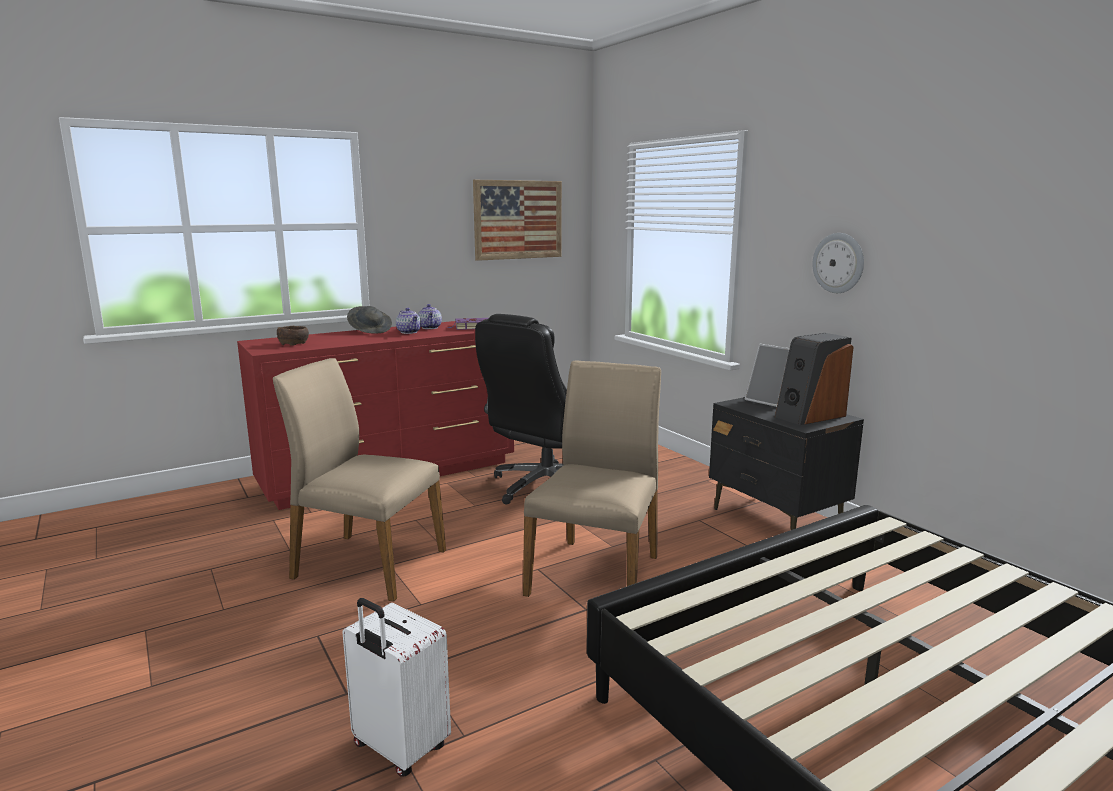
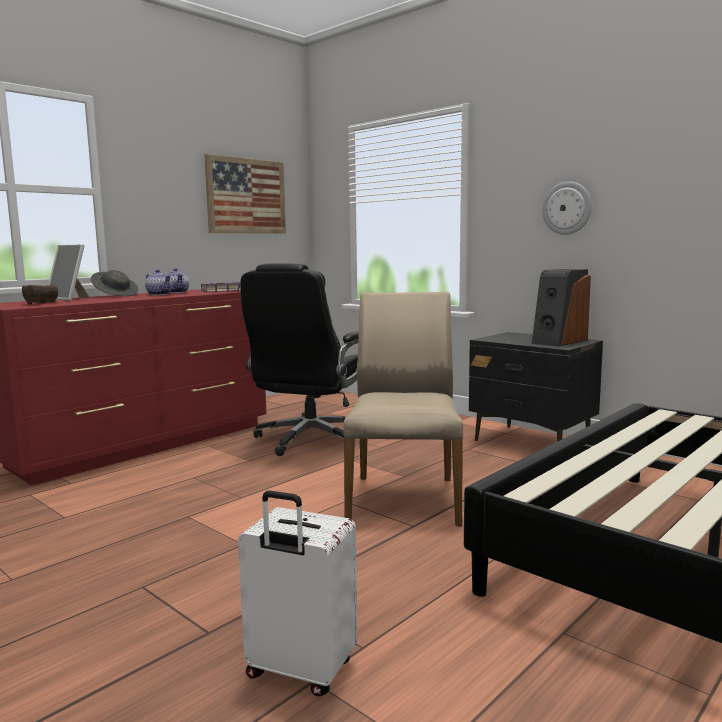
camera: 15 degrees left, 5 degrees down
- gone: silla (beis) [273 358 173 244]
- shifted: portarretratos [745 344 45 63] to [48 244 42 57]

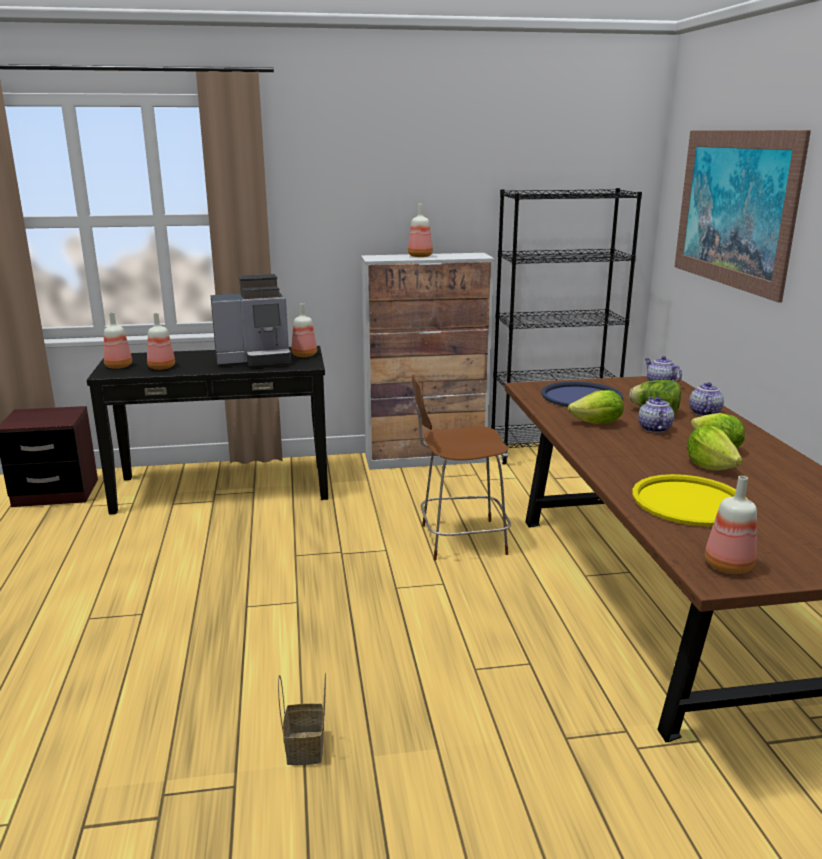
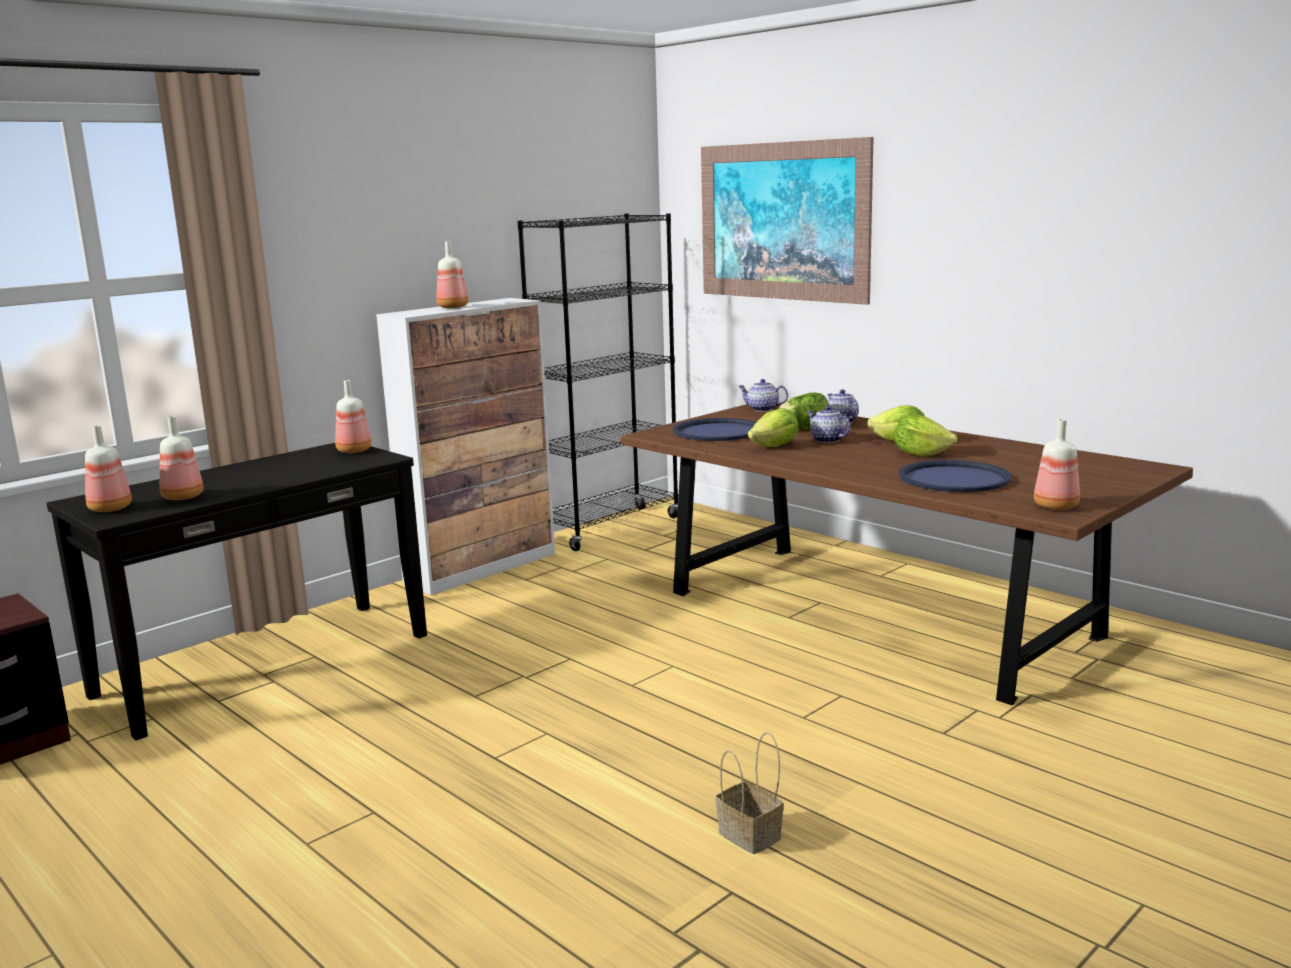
camera: 35 degrees left, 5 degrees down
- gone: cafetera [210 274 81 94]
- gone: silla (marrón) [412 374 99 186]
- repainted: bandeja (amarillo) [632 474 115 52] to bandeja (azul) [898 460 113 32]

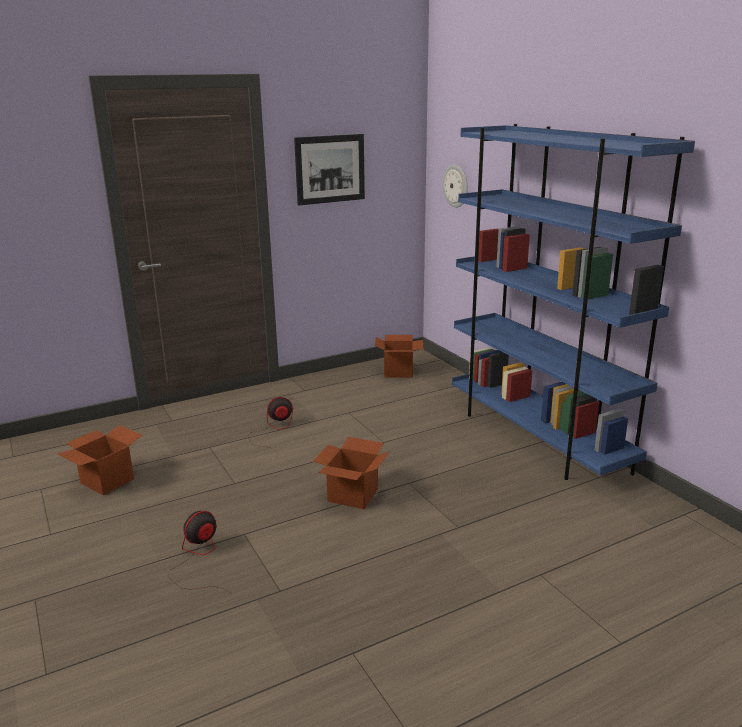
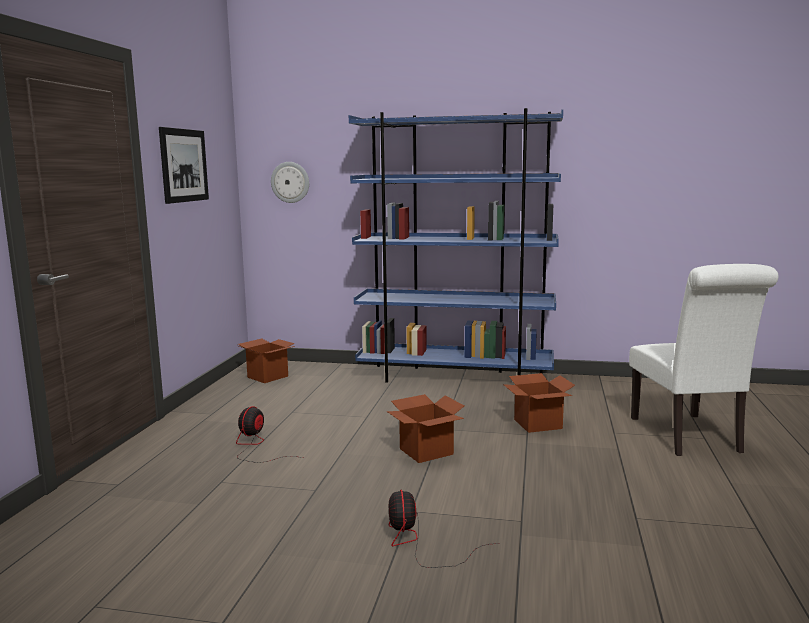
camera: 50 degrees left, 10 degrees down
- shifted: caja de cartón [58 425 84 70] to [503 373 72 60]
- new: silla (blanco) [629 264 149 192]

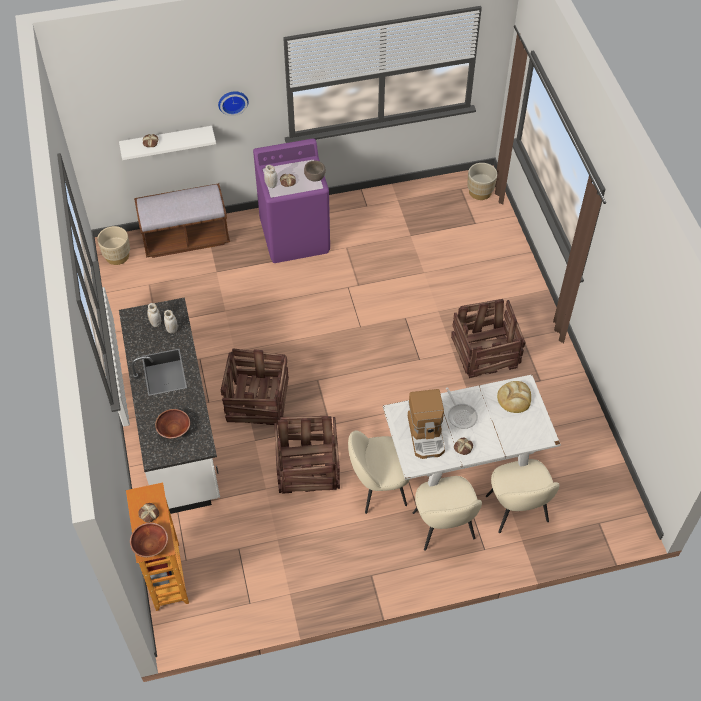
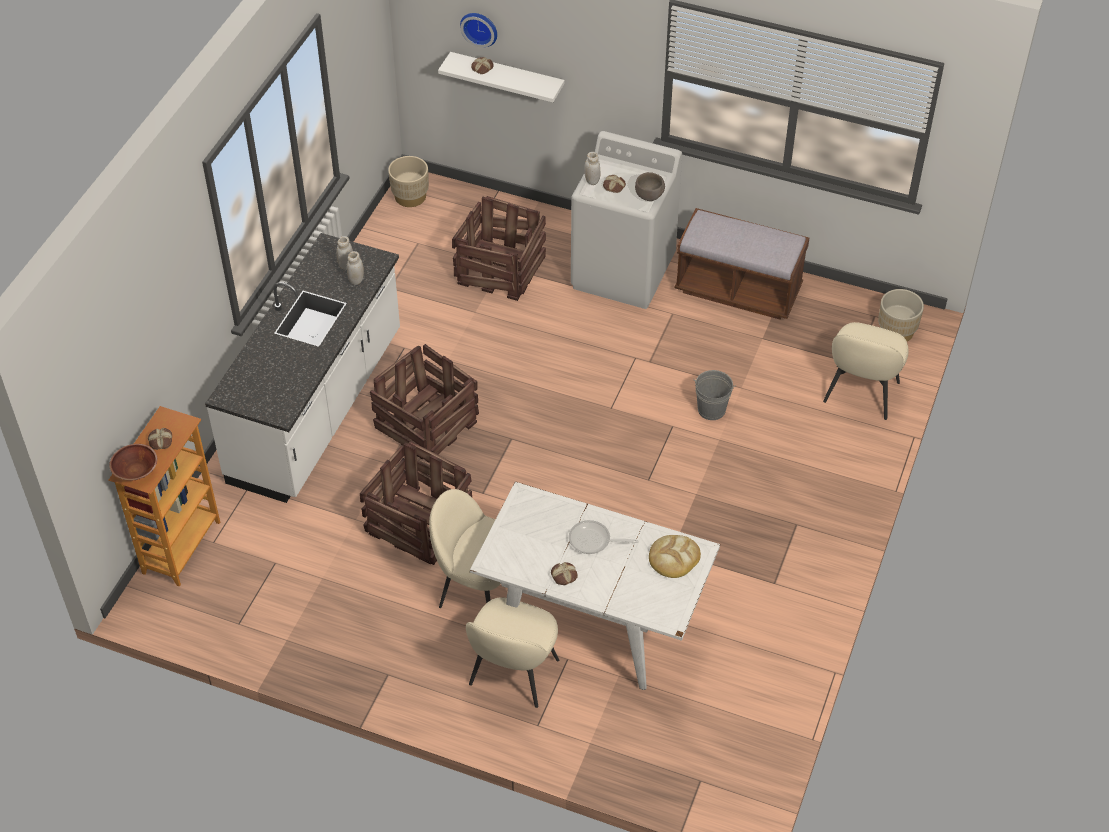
camera: 35 degrees right, 5 degrees down
- shifted: banco (marrón) [134 183 96 75] to [675 208 134 112]
- gone: cuenco (marrón) [155 409 35 29]
- shifted: reloj de pared [218 91 30 25] to [460 13 37 35]
- repainted: lavadora (morado) [253 139 77 124] to lavadora (blanco) [571 131 111 178]
- gone: cafetera [408 389 37 70]
- rotated: sartén [446 387 32 42] = [569 520 70 34] 90 degrees clockwise
- shifted: caja de embalaje [451 299 75 79] to [452 196 94 105]
- shifted: silla (beis) [486 459 74 74] to [823 322 86 98]
- new: cubo (gris) [693 370 43 50]

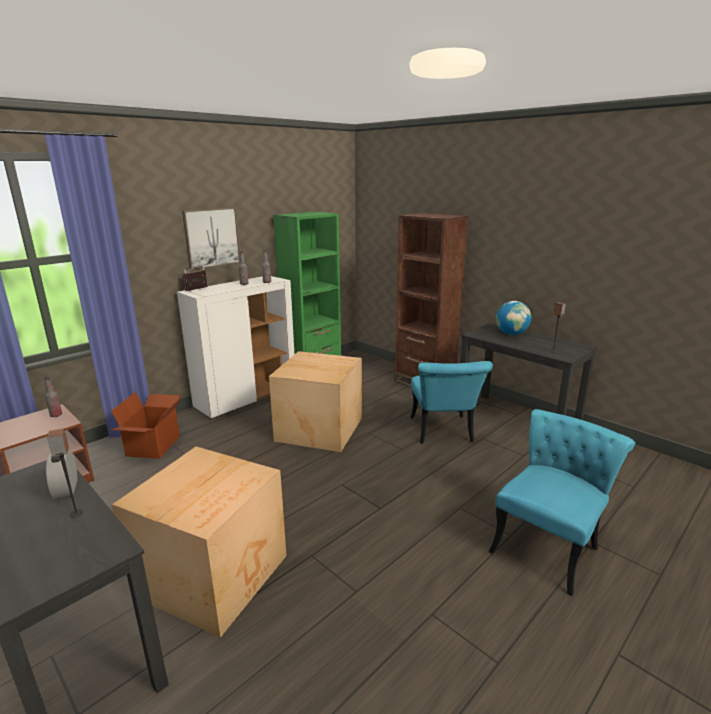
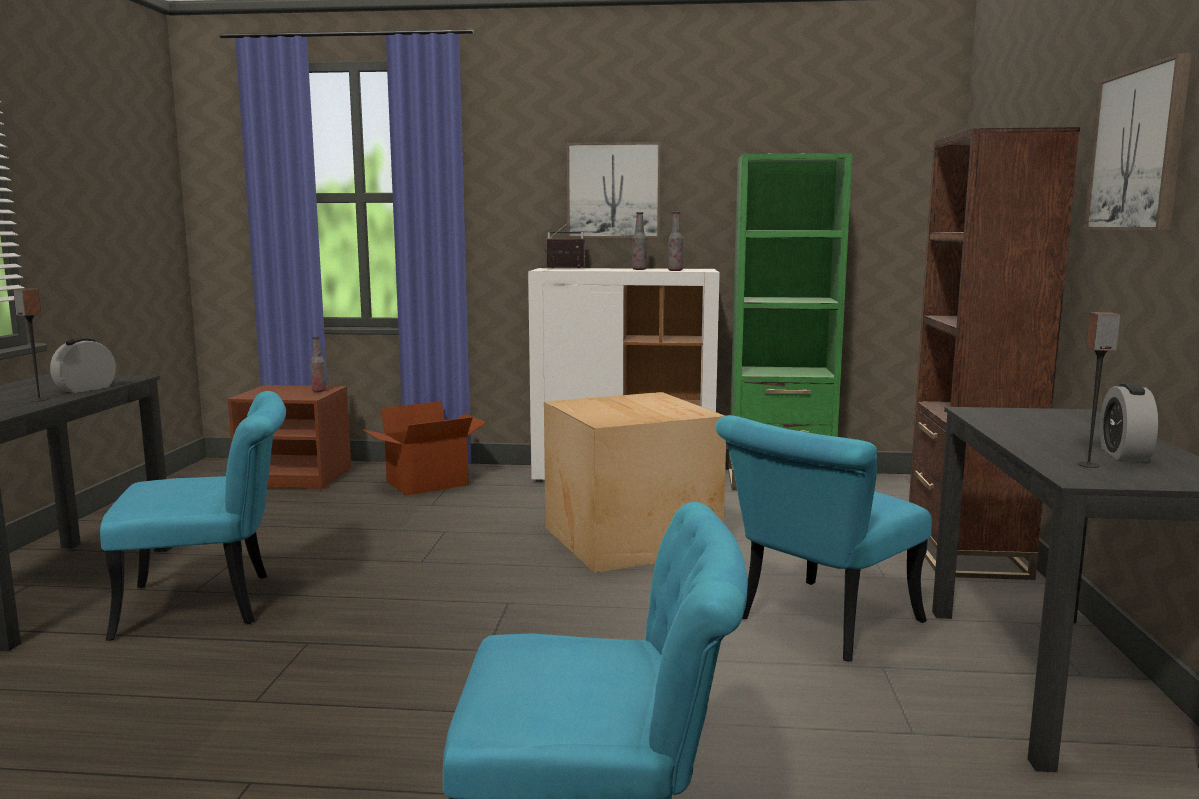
camera: 50 degrees right, 10 degrees down
- swapped: caja de cartón [112 447 175 191] to silla (turquesa) [100 391 186 250]
- gone: globo terráqueo [496 301 35 34]
- new: cuadro [1083 53 109 178]
- new: despertador [1100 383 58 79]

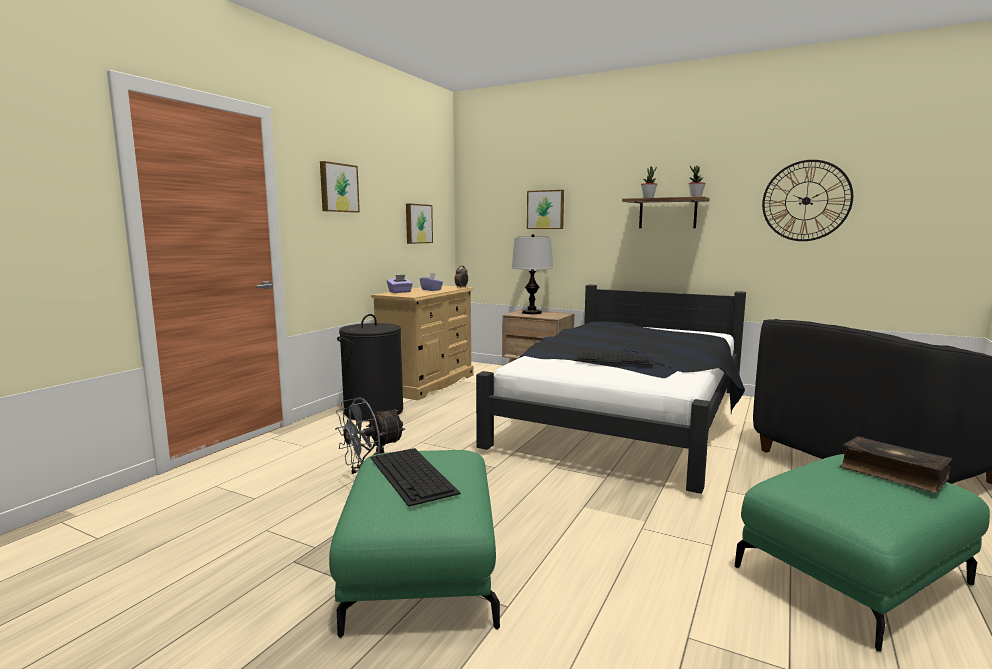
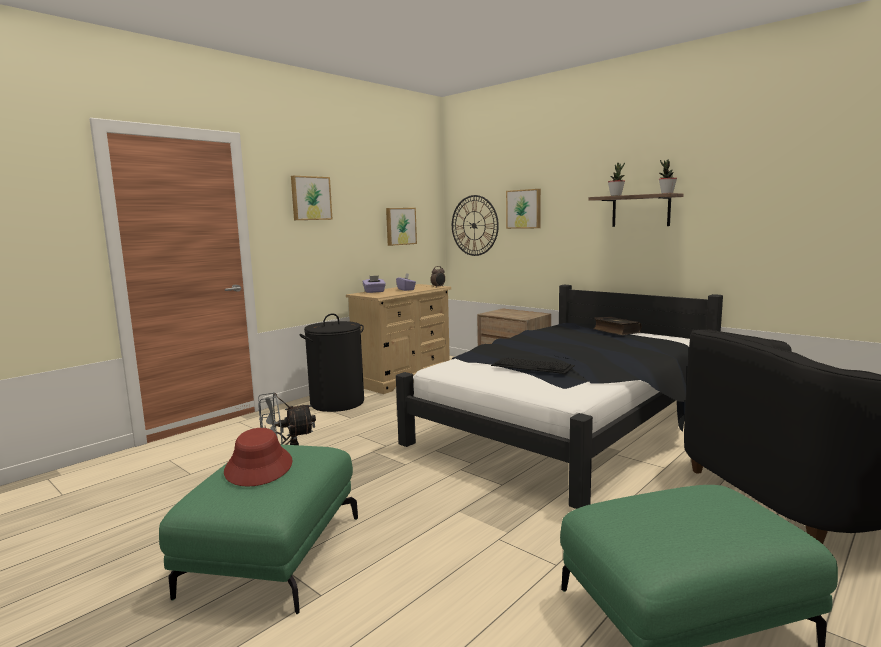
camera: 15 degrees right, 0 degrees up
- swapped: teclado [370 448 91 58] to sombrero (rojo) [224 428 68 59]
- gone: lámpara de mesa [512 234 41 80]
- shifted: reloj de pared [762 160 91 81] to [452 195 47 61]
- shifted: libro [840 436 112 57] to [594 317 47 18]

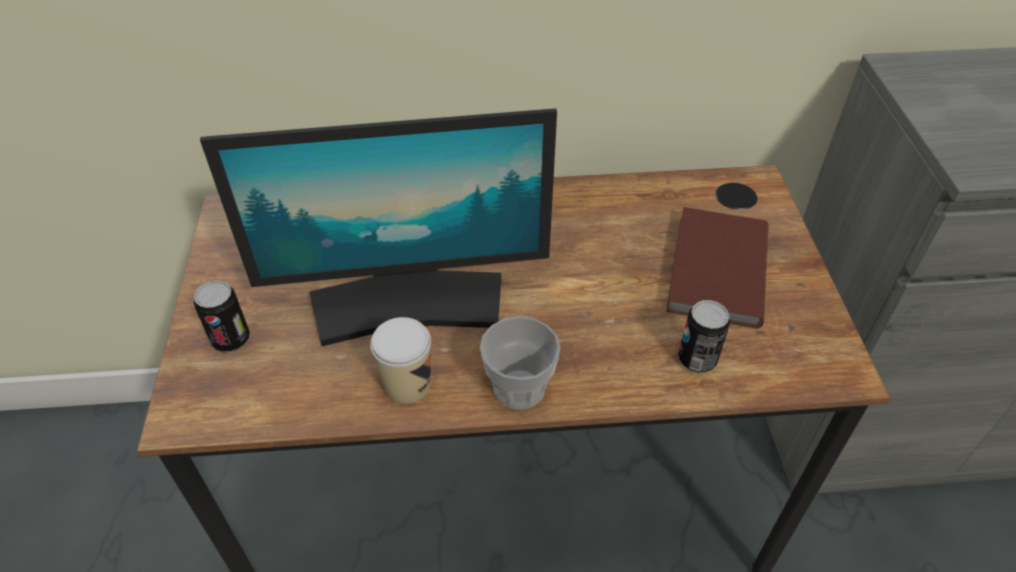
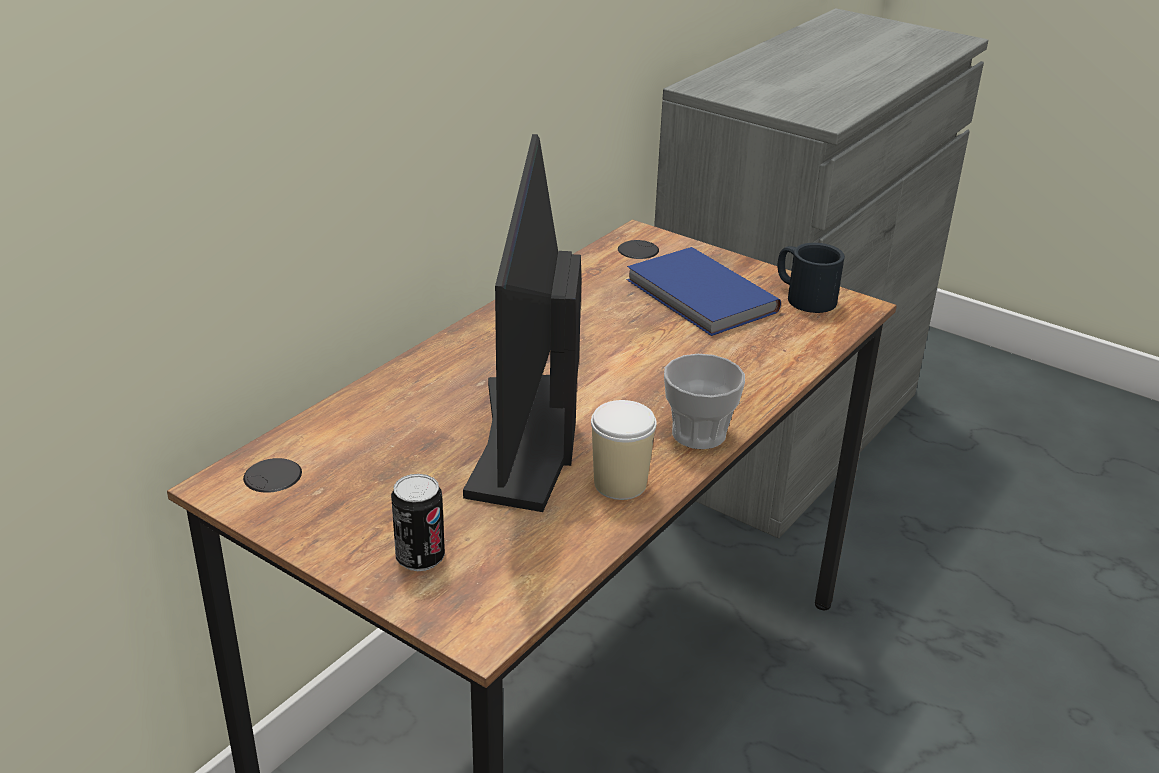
camera: 50 degrees left, 15 degrees down
- rotated: monitor [200 108 357 238] = [463 134 118 378] 150 degrees clockwise
- repainted: libro (marrón) [666 207 102 122] to libro (azul) [627 247 154 89]
- gone: lata [678 300 52 73]
- new: taza grande (negro) [778 243 67 70]

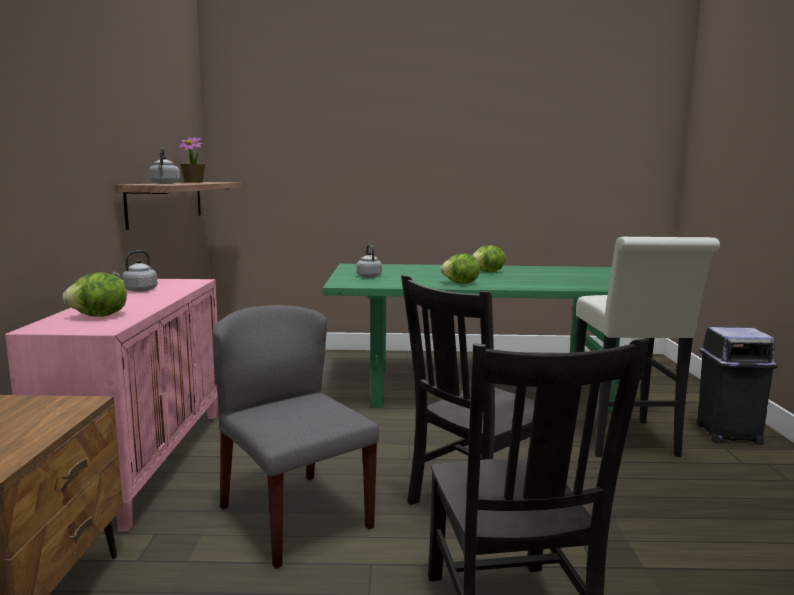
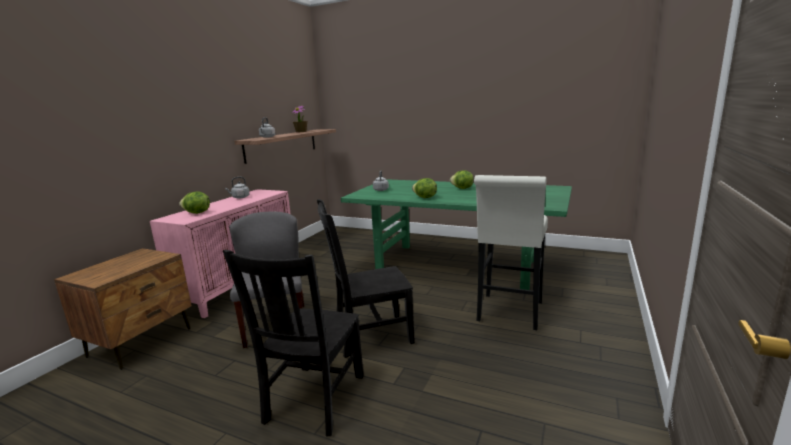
camera: 25 degrees right, 5 degrees up
- gone: papelera (negro) [696 327 81 118]

